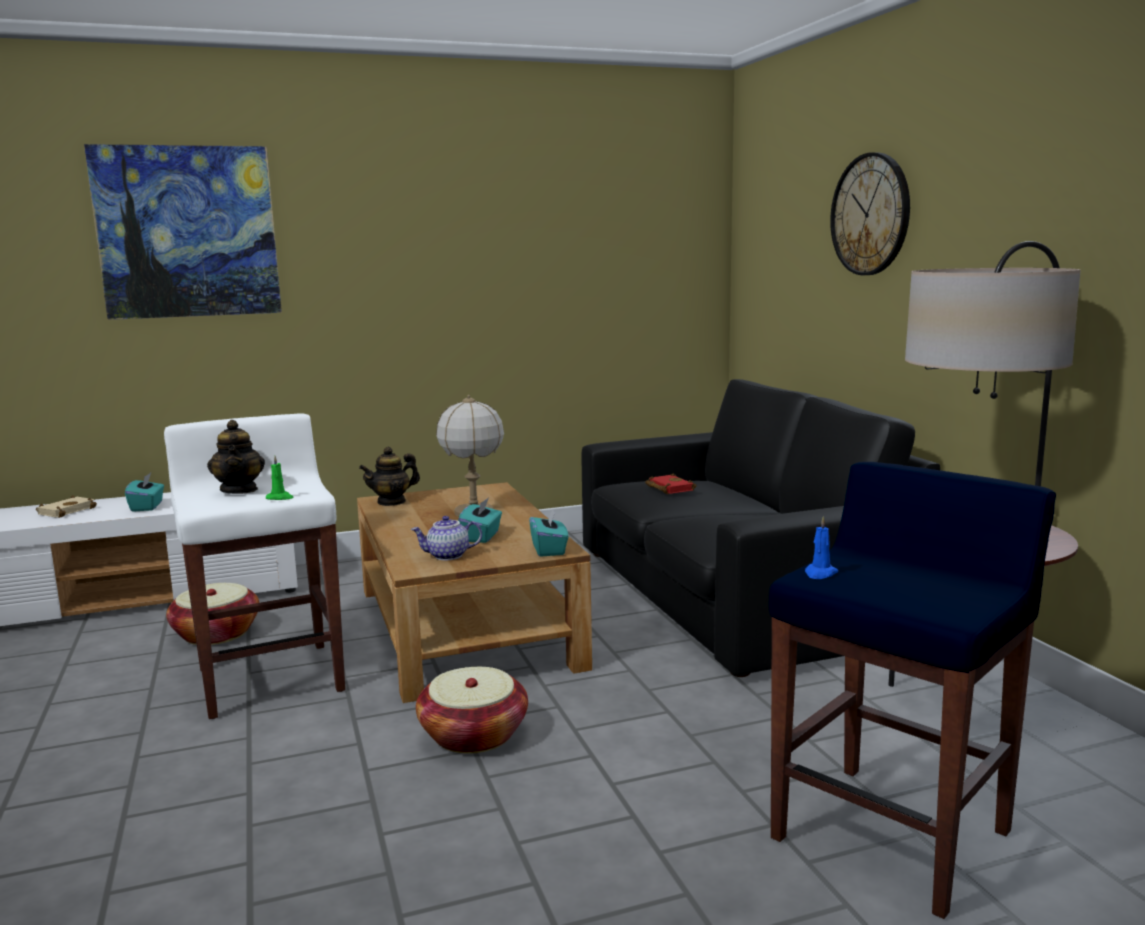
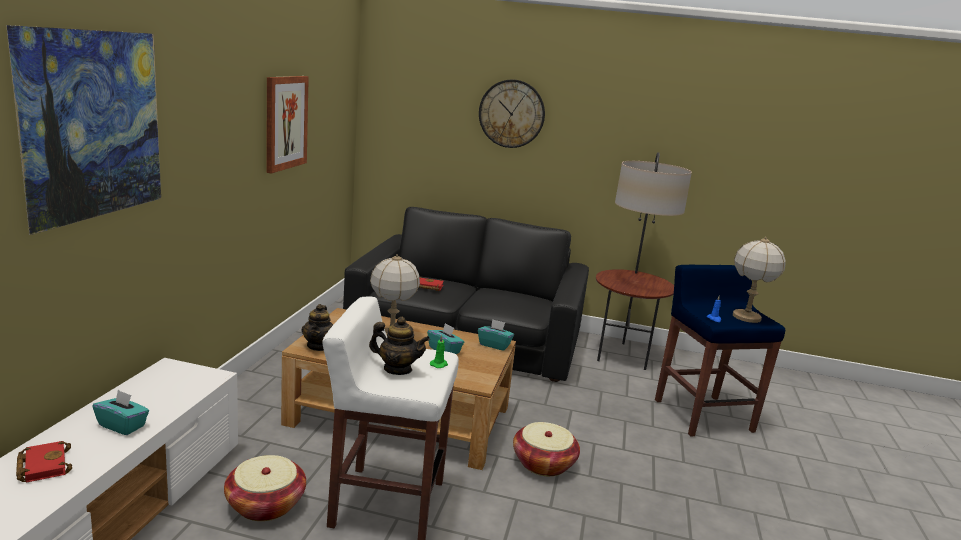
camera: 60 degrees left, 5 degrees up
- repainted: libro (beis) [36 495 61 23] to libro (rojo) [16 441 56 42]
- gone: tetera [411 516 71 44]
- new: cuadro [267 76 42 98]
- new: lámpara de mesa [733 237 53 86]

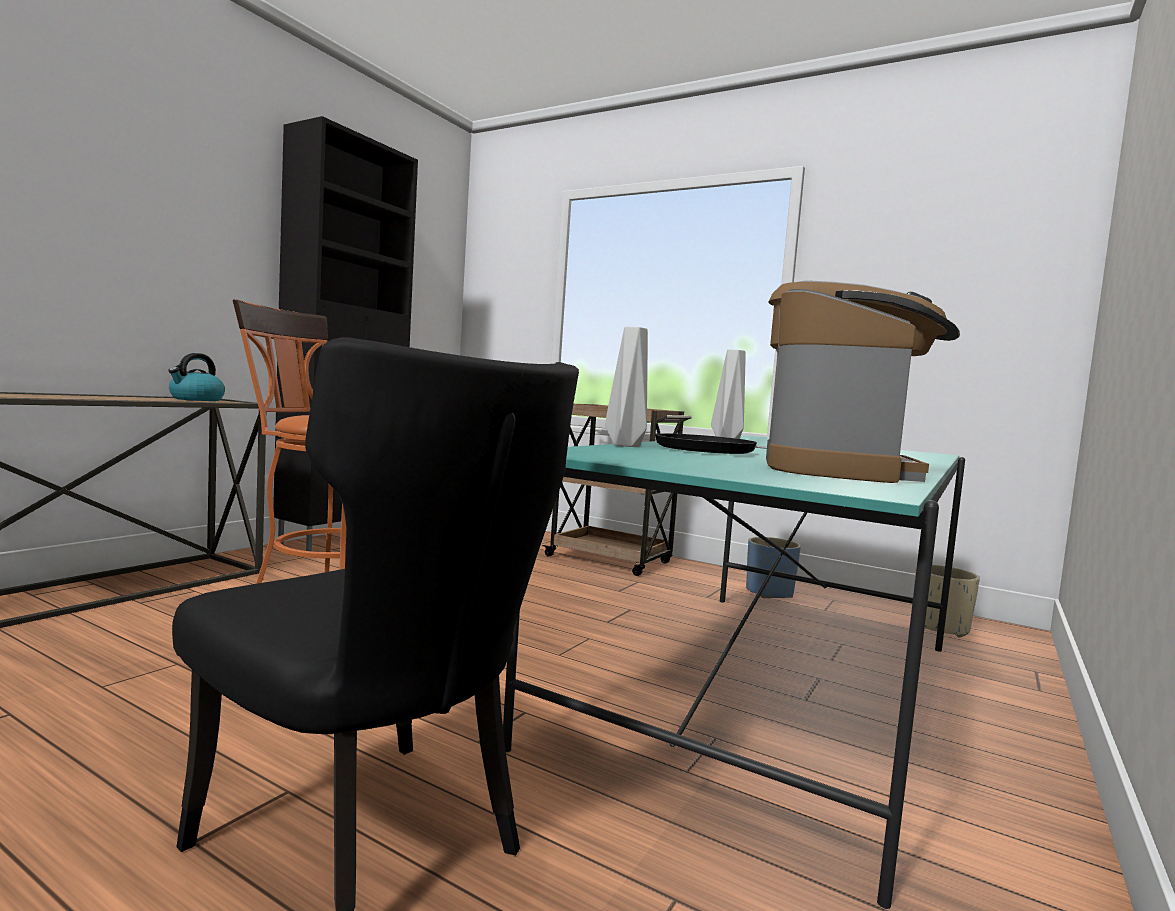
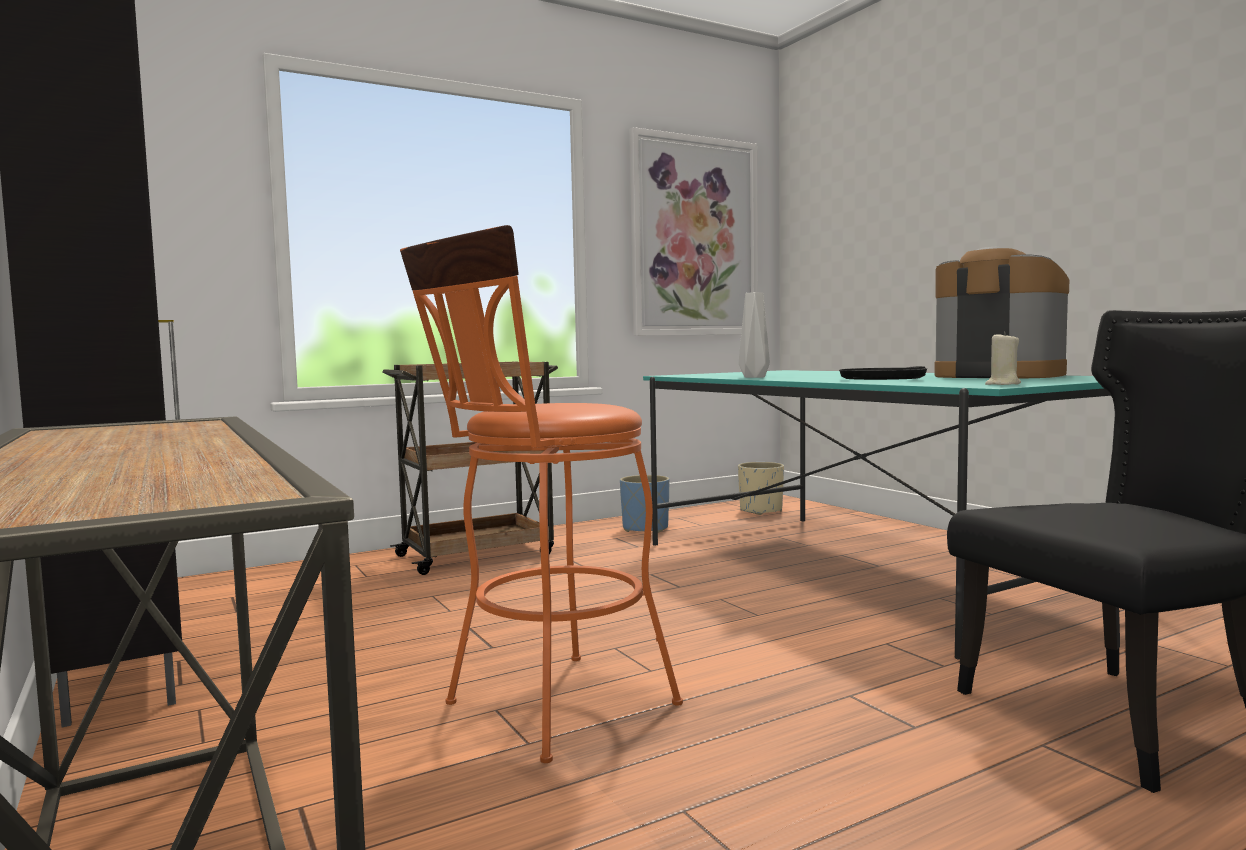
camera: 60 degrees left, 0 degrees up
- gone: hervidor [168 353 57 48]
- gone: florero (gris) [605 327 43 120]
- new: cuadro [629 127 129 209]
- new: vela (beis) [985 331 36 54]

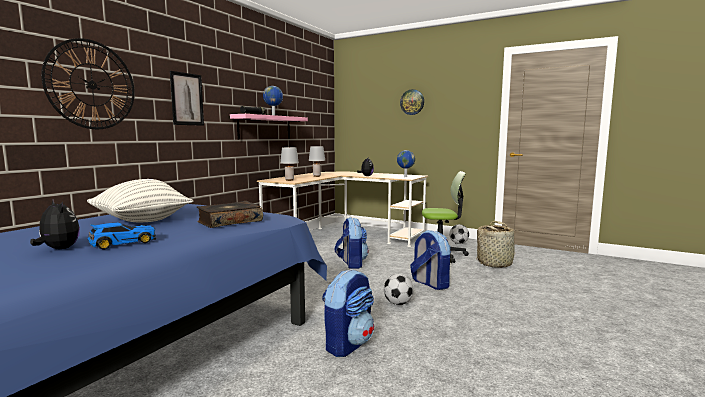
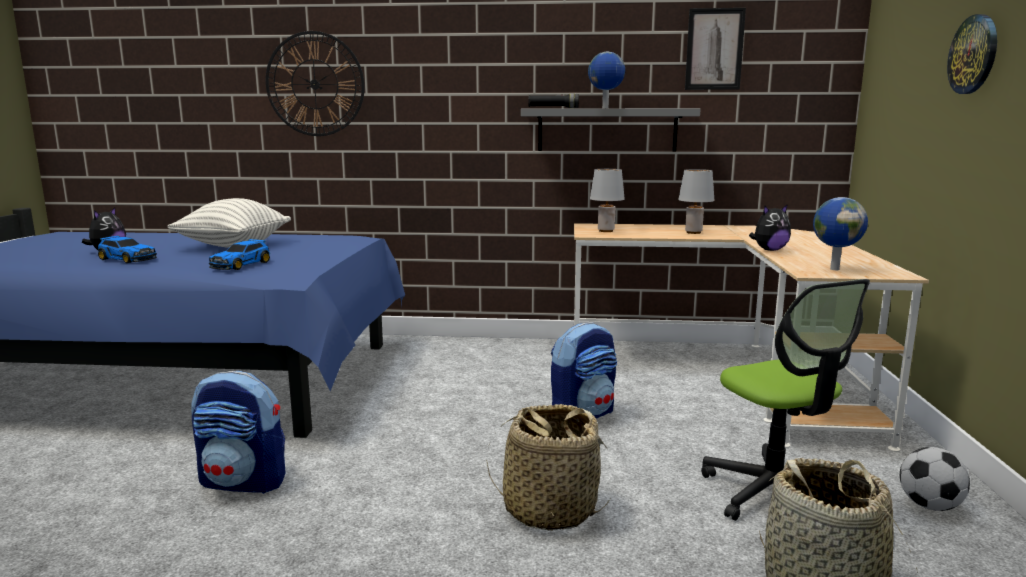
camera: 65 degrees right, 5 degrees up
- shifted: cuadro [170 71 34 55] to [685 8 61 82]
- swapped: libro [197 201 66 27] to coche de juguete [209 239 61 31]
- repainted: estante (rosa) [230 114 78 25] to estante (gris) [521 108 179 43]
- gone: balón de fútbol [384 274 30 31]
- swapped: mochila [410 230 41 60] to cesta [487 404 123 127]

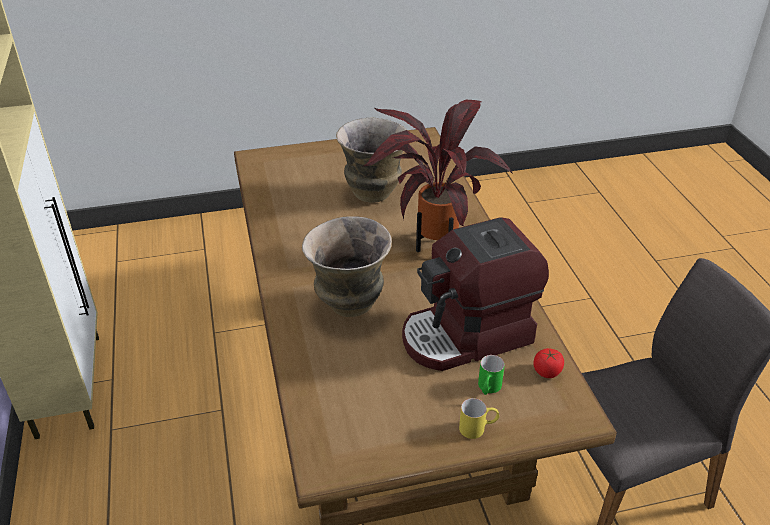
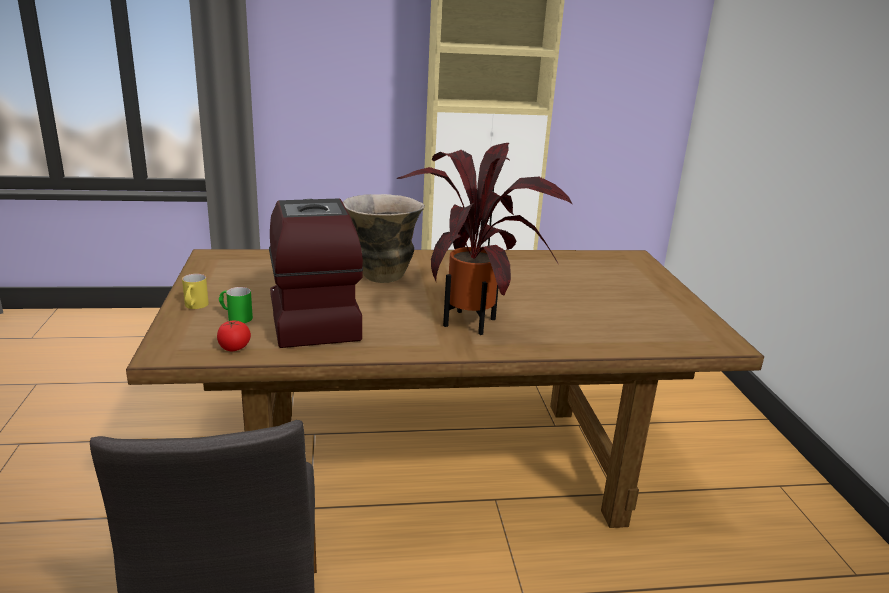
camera: 95 degrees right, 15 degrees down
- gone: florero [336 118 71 84]

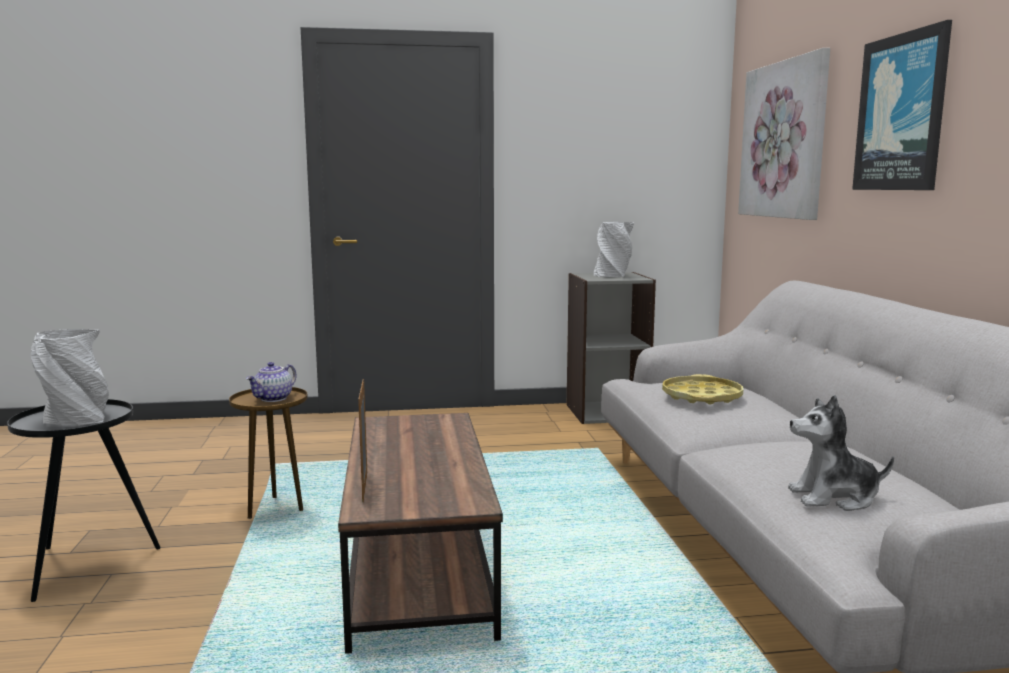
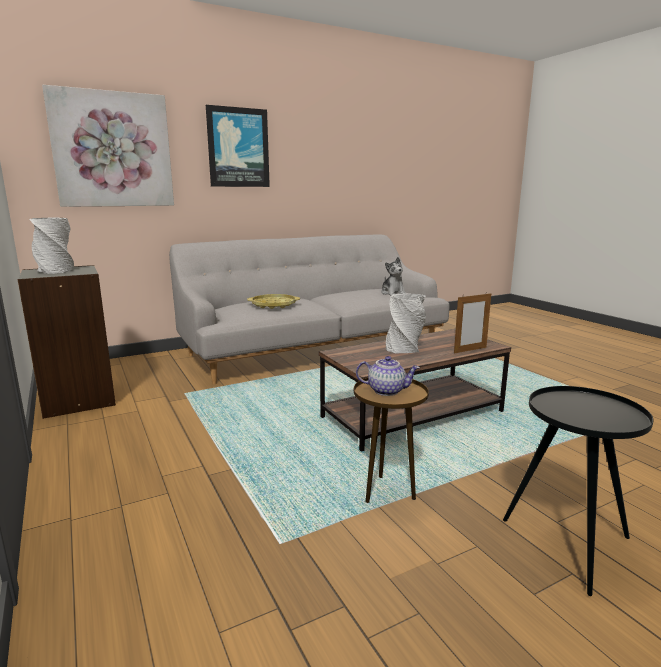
camera: 110 degrees left, 5 degrees up
- shifted: florero (gris) [31 329 78 97] to [386 293 40 60]

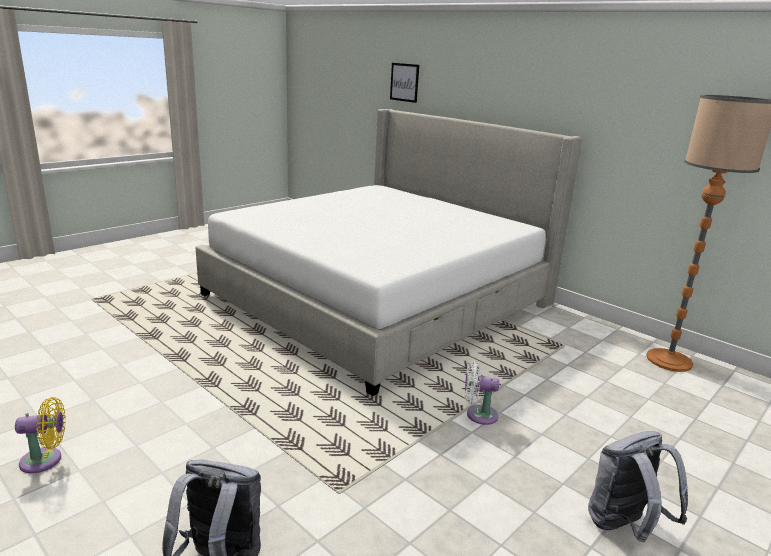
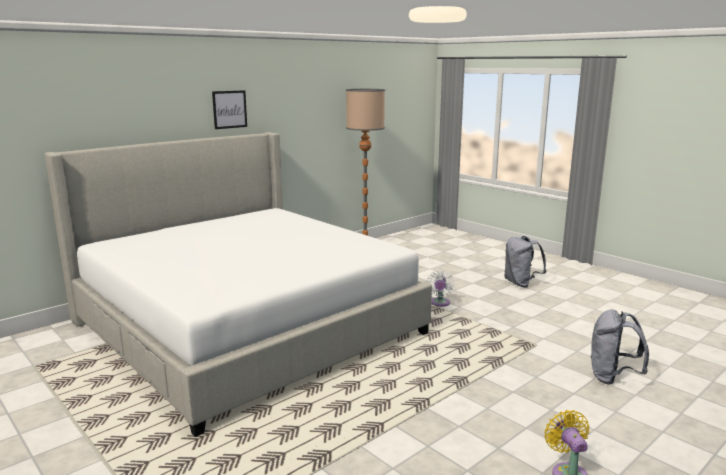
camera: 85 degrees left, 5 degrees down
- shifted: cuadro [390 63 29 40] to [212 90 35 39]

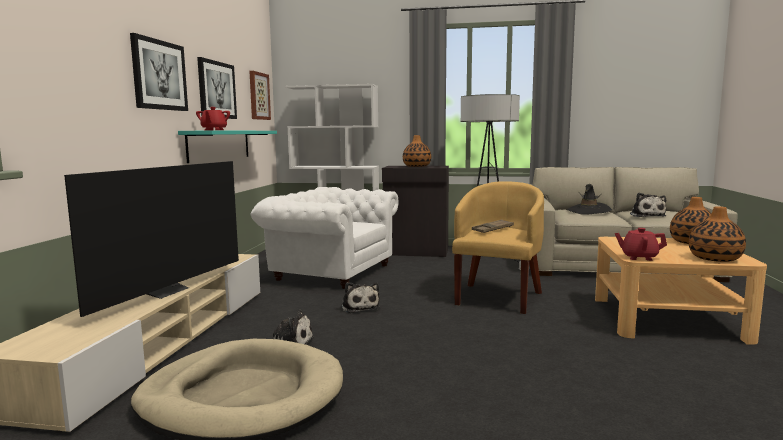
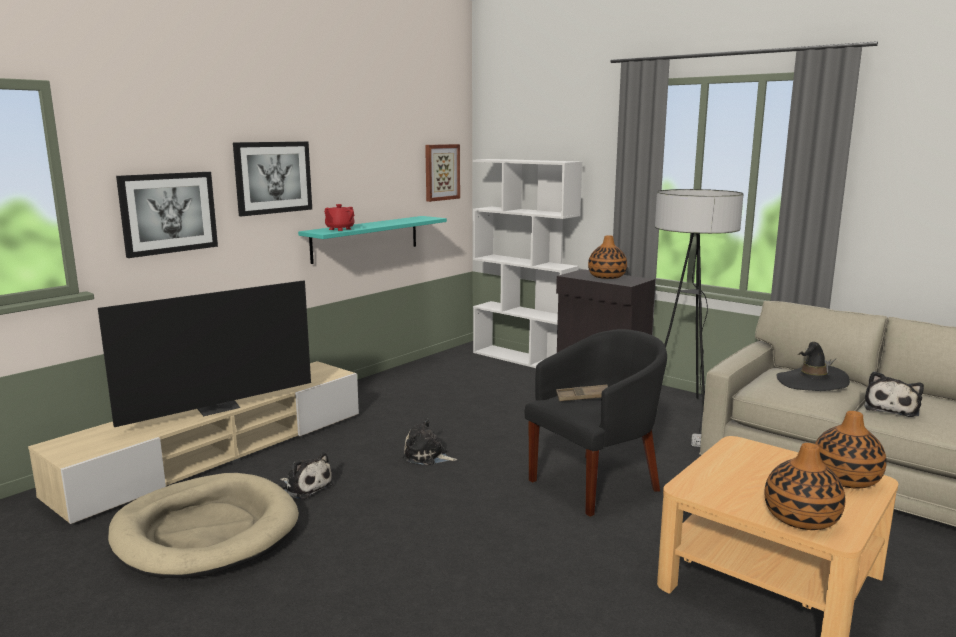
camera: 30 degrees right, 5 degrees up
- shifted: cuadro [197 57 40 62] to [116 172 102 86]
- gone: sillón (blanco) [250 187 149 102]
- rotated: peluche [341 282 39 31] = [403 418 54 47] 105 degrees clockwise
- repainted: sillón (amarillo) [452 181 92 133] to sillón (negro) [525 329 142 188]
- gone: tetera (rojo) [615 228 52 33]

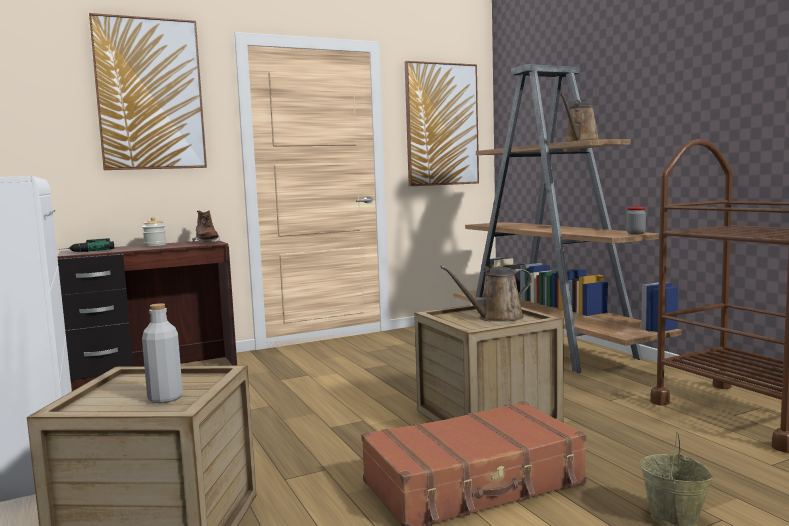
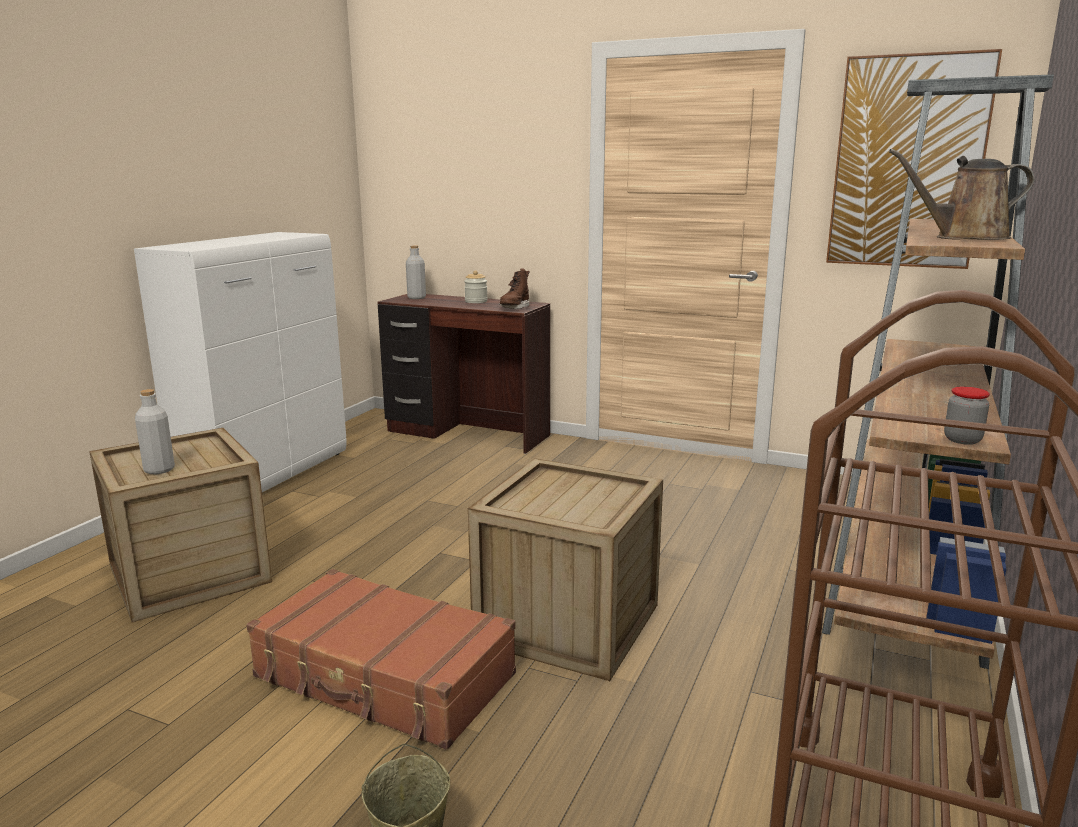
camera: 50 degrees right, 10 degrees up
- swapped: taladro [59 238 55 14] to botella (gris) [406 245 20 54]
- gone: cuadro [89 13 118 157]
- gone: regadera (marrón) [440 266 92 55]

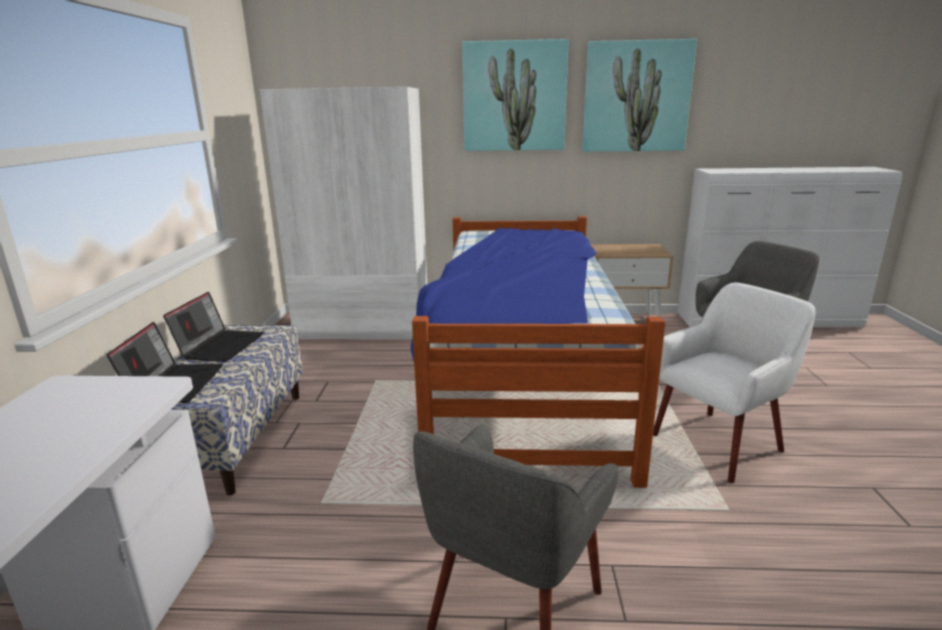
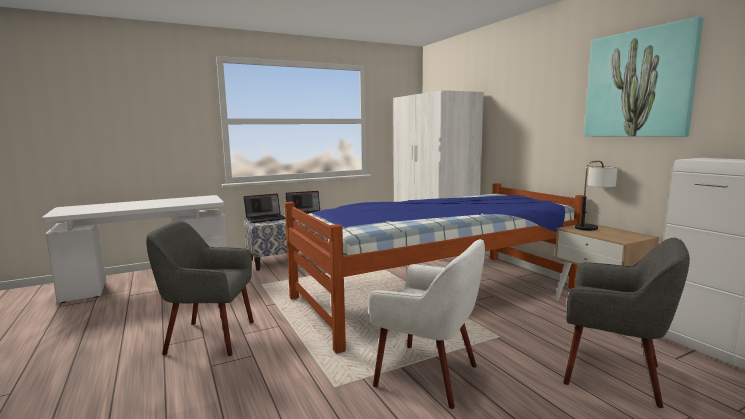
camera: 60 degrees right, 10 degrees down
- gone: cuadro [462 39 107 112]
- new: lámpara de mesa [575 161 43 70]

